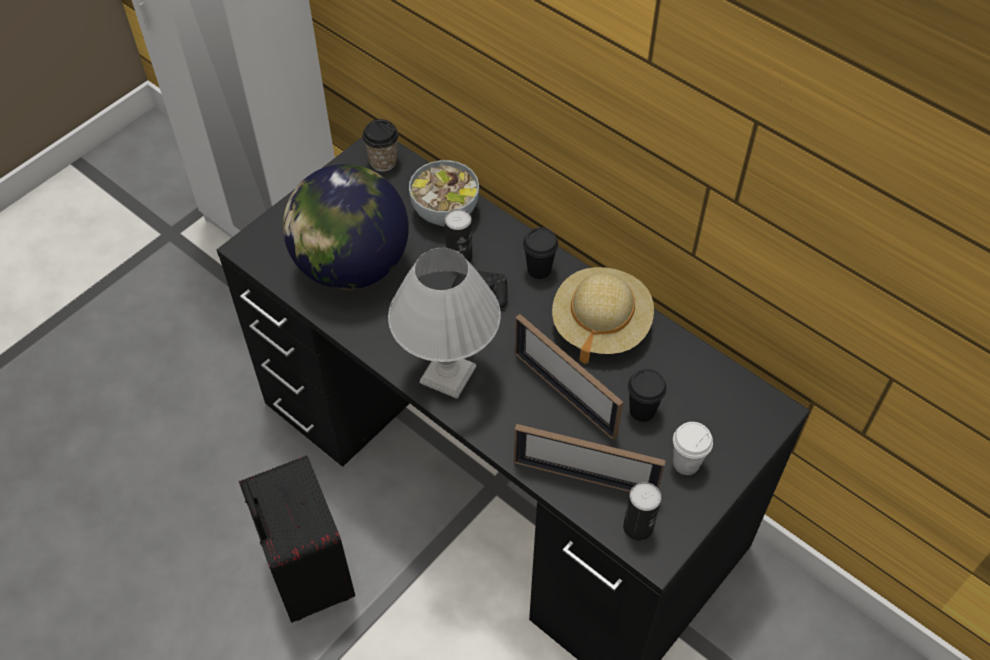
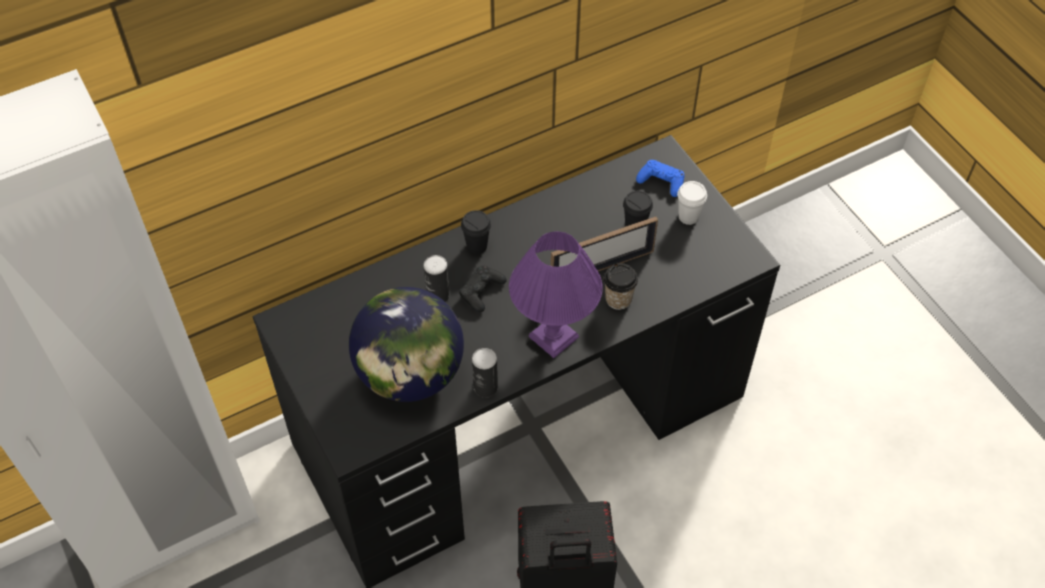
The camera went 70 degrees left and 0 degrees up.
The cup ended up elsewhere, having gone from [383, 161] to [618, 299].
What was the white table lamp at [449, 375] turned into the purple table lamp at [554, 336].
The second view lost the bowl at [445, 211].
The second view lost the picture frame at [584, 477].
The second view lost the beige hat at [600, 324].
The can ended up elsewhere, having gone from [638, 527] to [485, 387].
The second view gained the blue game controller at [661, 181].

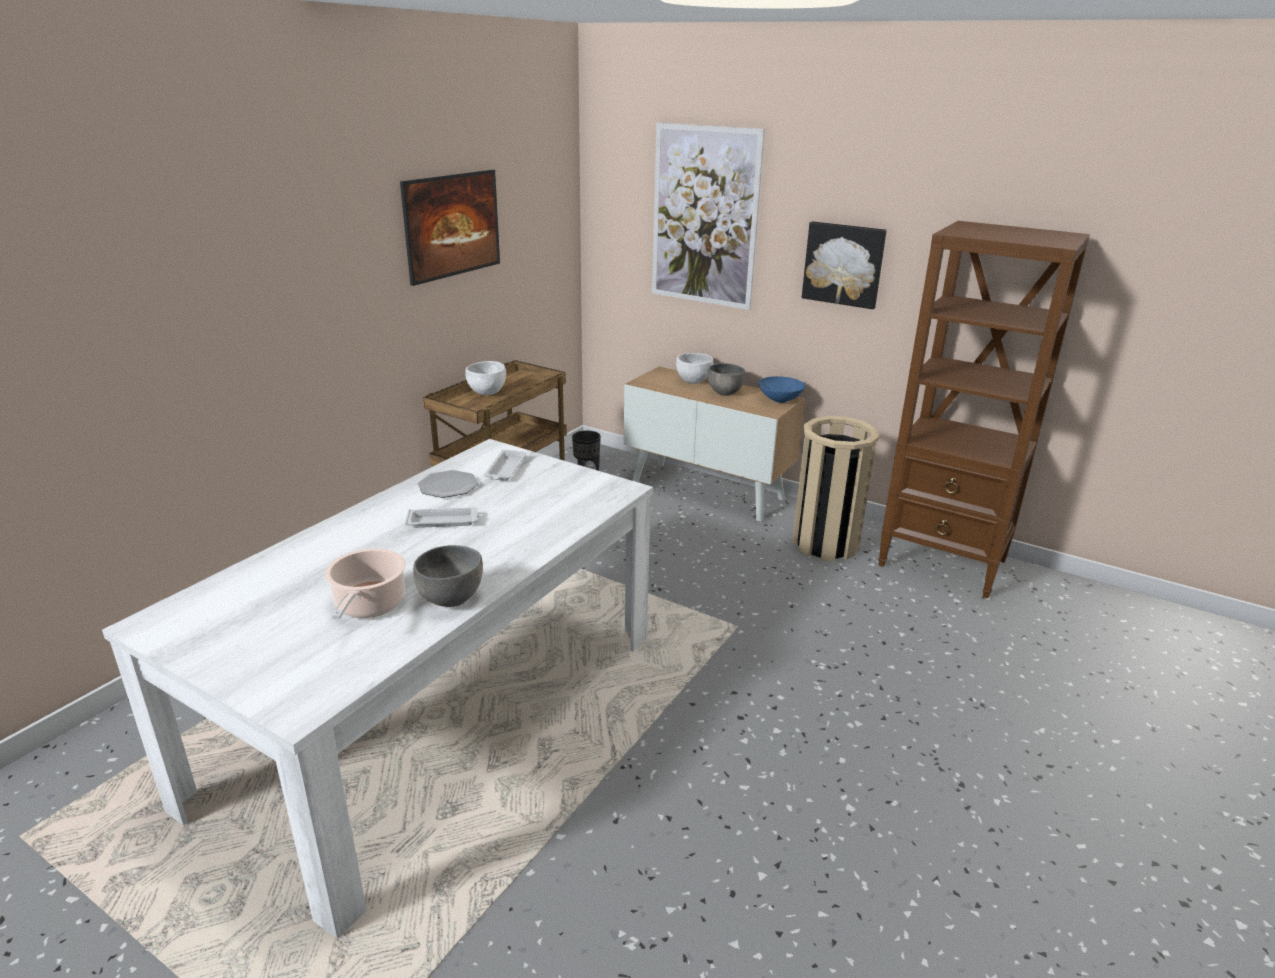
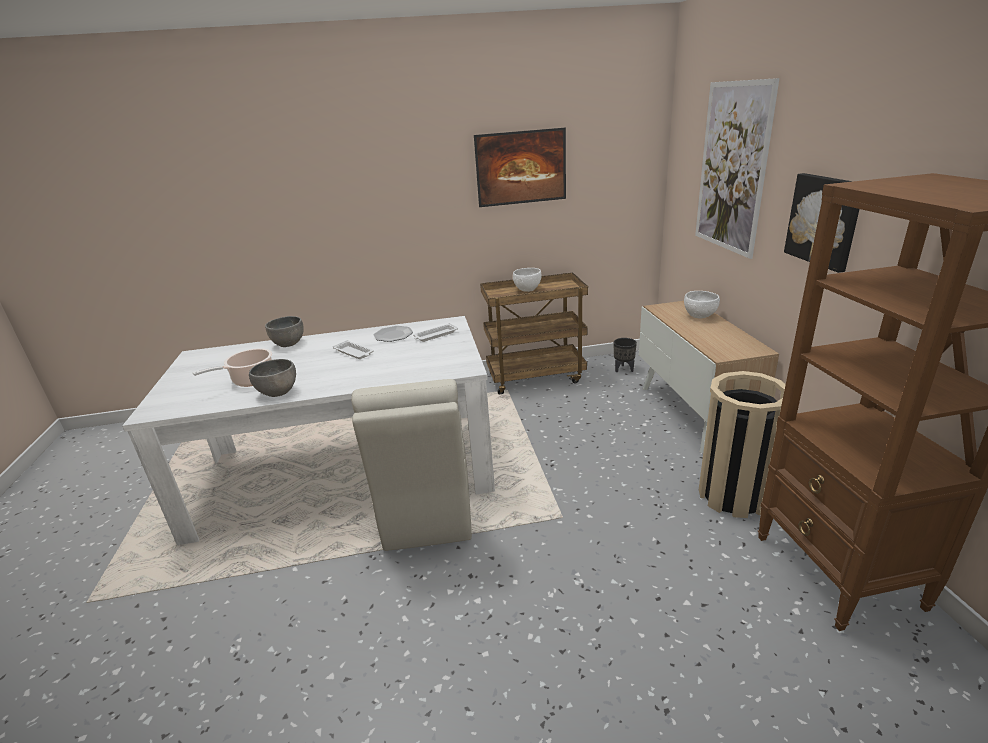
The camera went 50 degrees right and 0 degrees up.
The grey bowl ended up elsewhere, having gone from [725, 392] to [288, 344].
The second view lost the blue bowl at [780, 400].
The second view gained the beige chair at [426, 511].

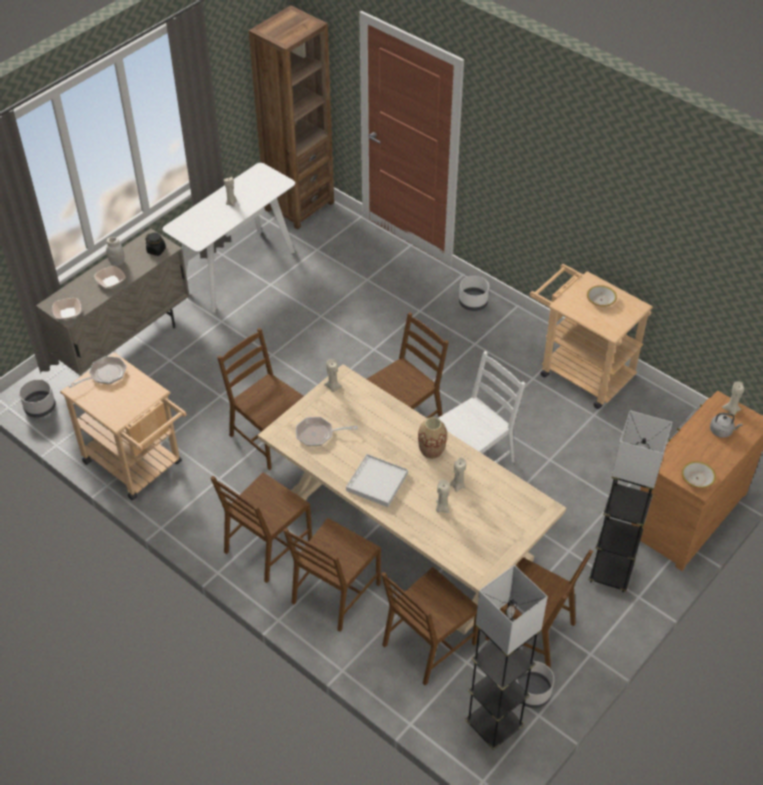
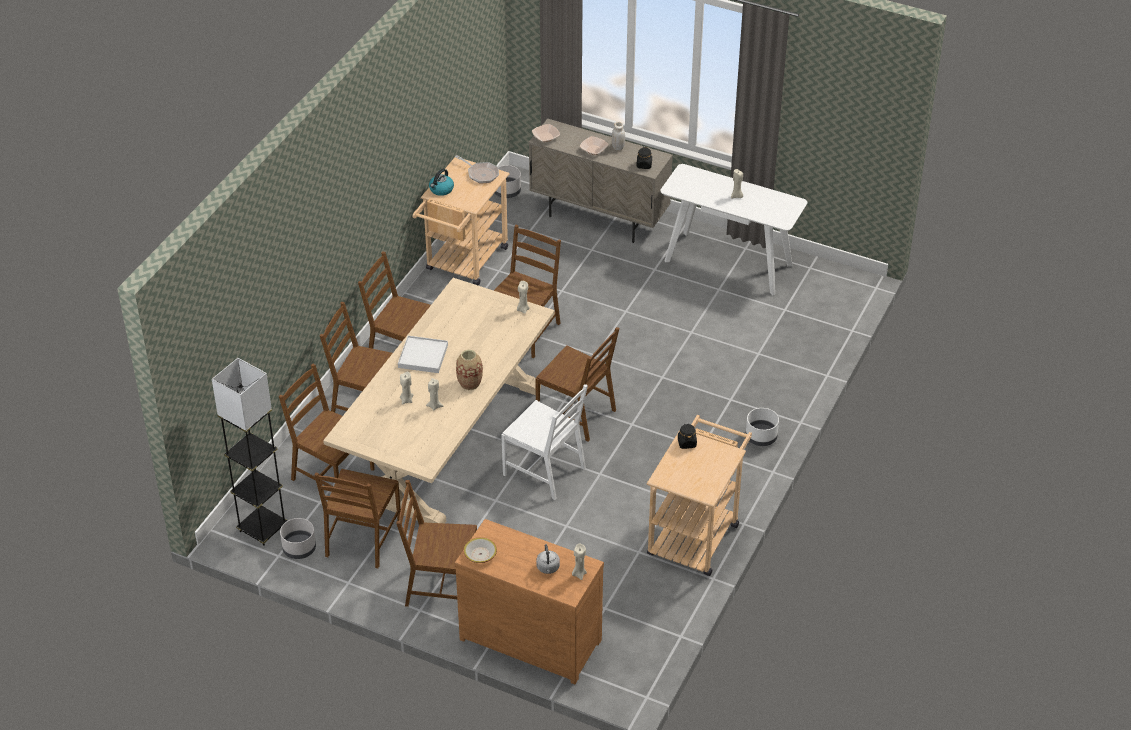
The camera went 75 degrees right and 5 degrees down.
The second view lost the brown bookcase at [299, 206].
The second view lost the frying pan at [318, 434].
The second view lost the bowl at [601, 300].
Where the grey floor lamp stood at [610, 573], the brown chair came to stand at [441, 587].
The second view gained the kettle at [441, 190].
The second view gained the black jar at [686, 443].

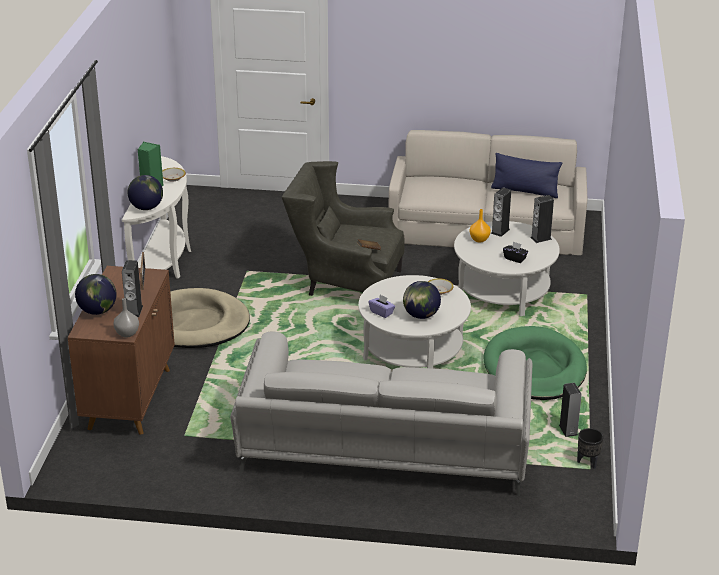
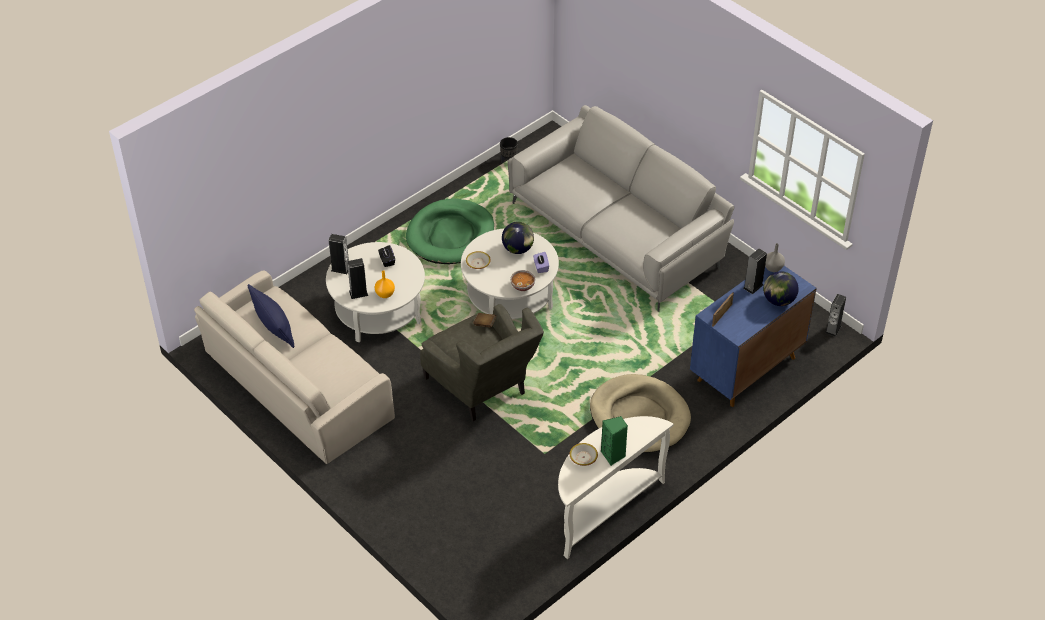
The camera went 140 degrees left and 15 degrees up.
What was the brown cabinet at [130, 398] turned into the blue cabinet at [746, 369].
The second view lost the globe at [146, 207].
The speaker ended up elsewhere, having gone from [568, 431] to [833, 329].
The second view gained the bowl at [522, 286].

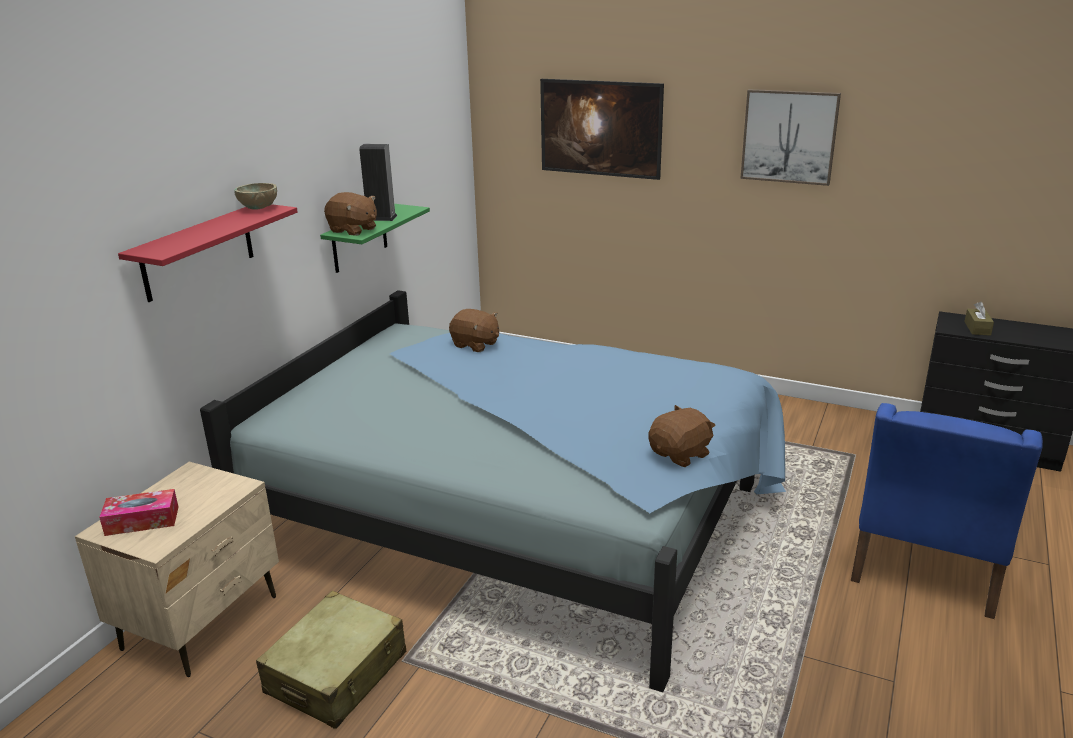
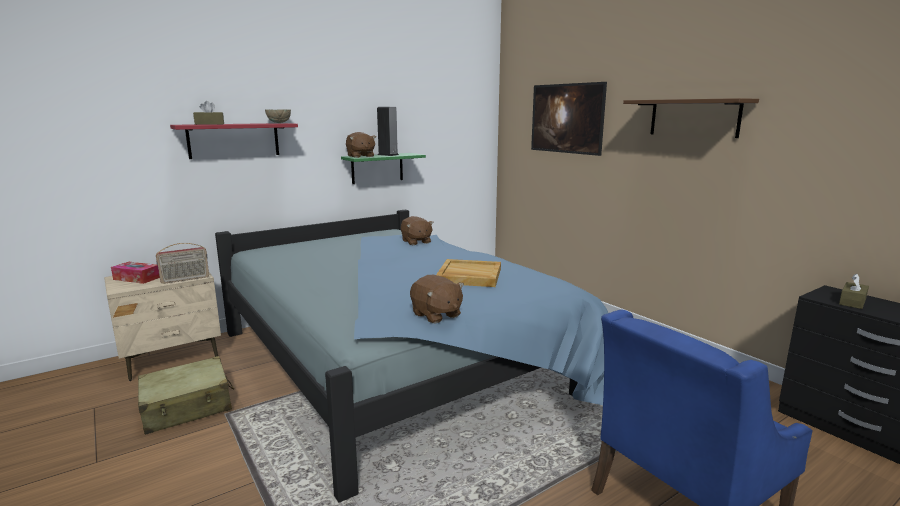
The camera went 30 degrees right and 10 degrees down.
The brown plush toy at [681, 454] ended up facing another way, 60 degrees clockwise from before.
Where the picture hung at [789, 136], the brown shelf came to hang at [694, 118].
The second view gained the radio at [185, 279].
The second view gained the brown tissue box at [209, 124].
The second view gained the beige tray at [468, 276].

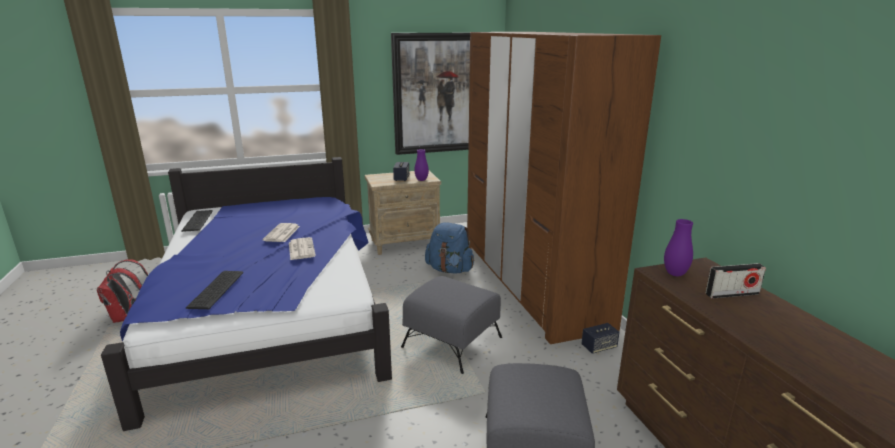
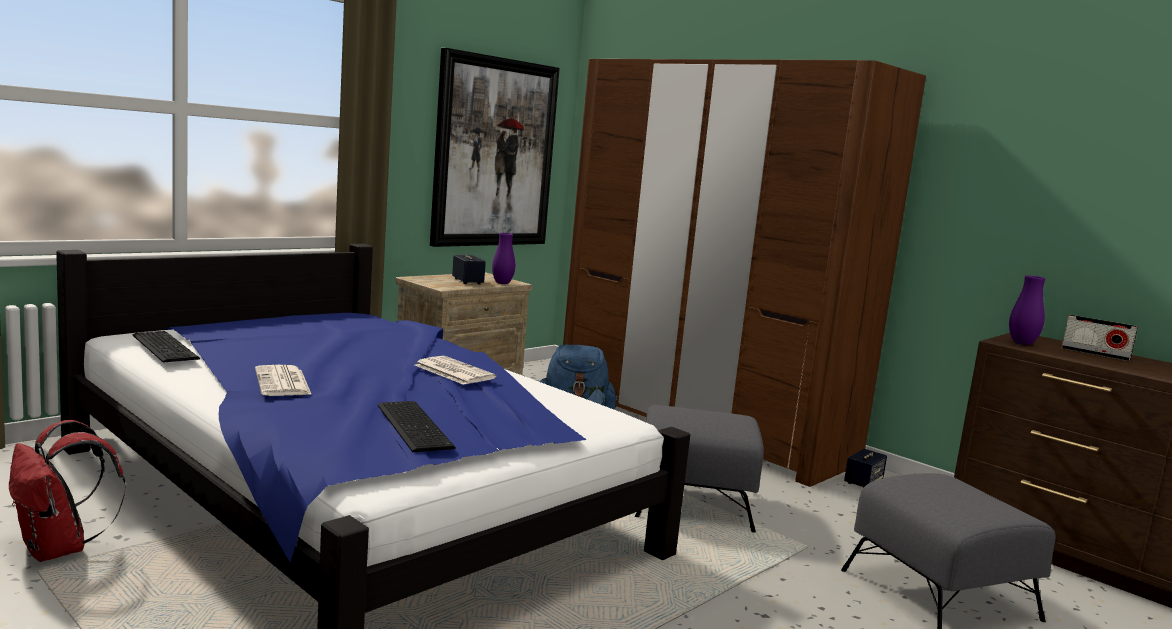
The camera went 30 degrees left and 10 degrees down.
The newspaper ended up elsewhere, having gone from [282, 233] to [283, 383].
The radio at [732, 294] ended up facing another way, 75 degrees clockwise from before.

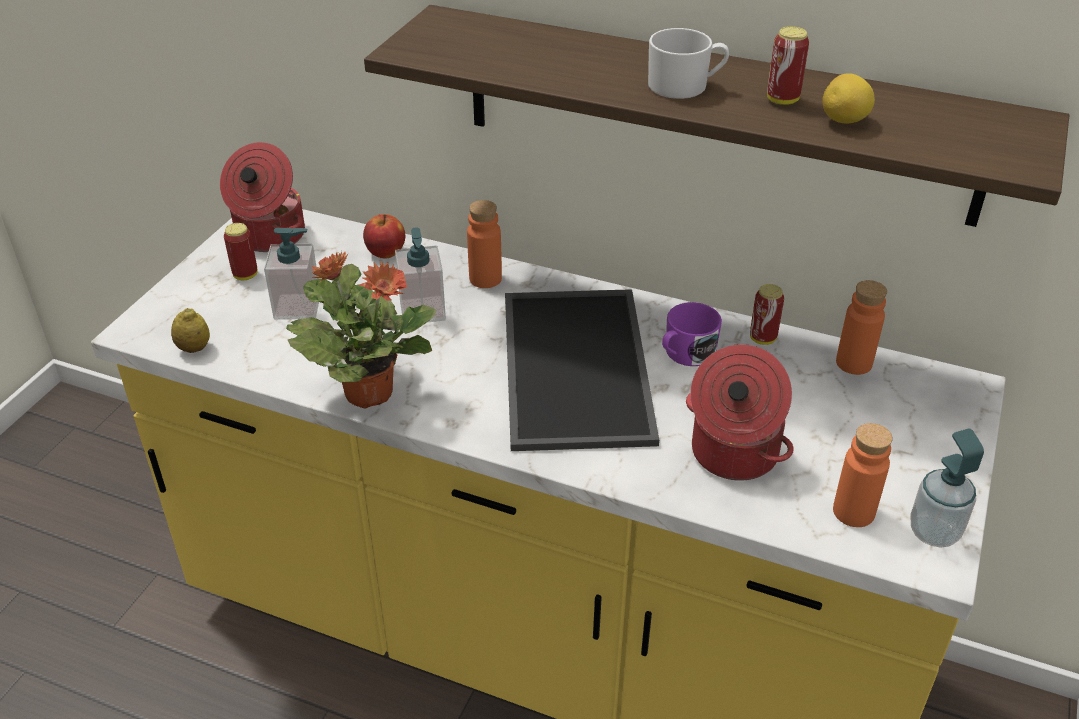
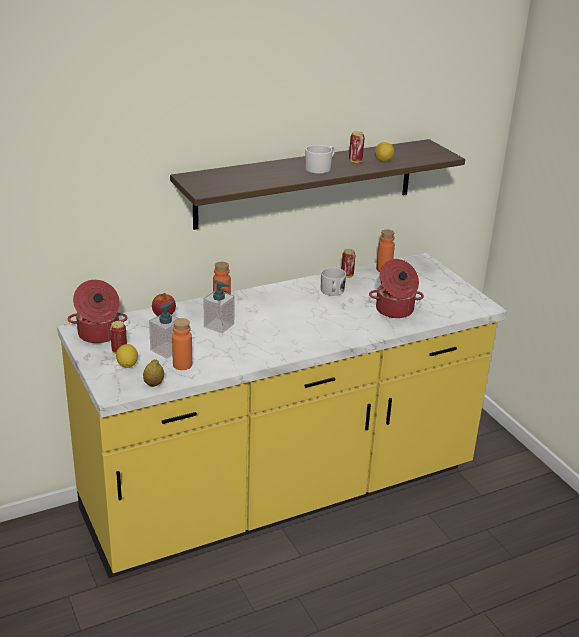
The camera went 50 degrees left and 10 degrees down.
The second view lost the potted plant at [367, 392].
The second view lost the tray at [571, 365].
What was the purple mug at [685, 353] turned into the white mug at [332, 292].
The orange bottle ended up elsewhere, having gone from [853, 512] to [182, 365].
The second view lost the soap dispenser at [934, 532].
The second view gained the lemon at [127, 365].

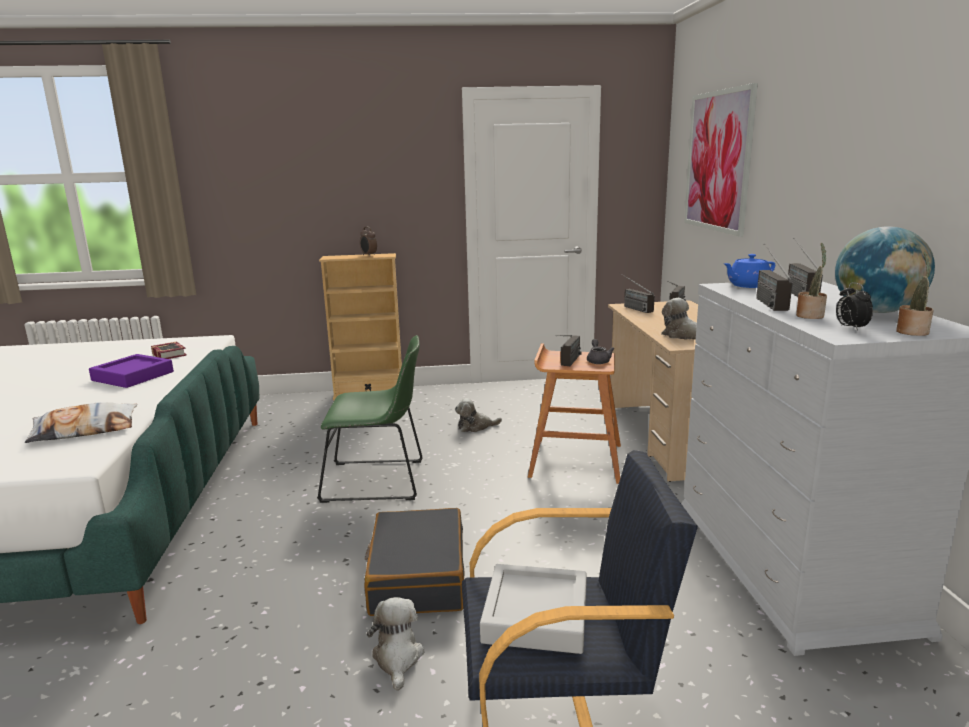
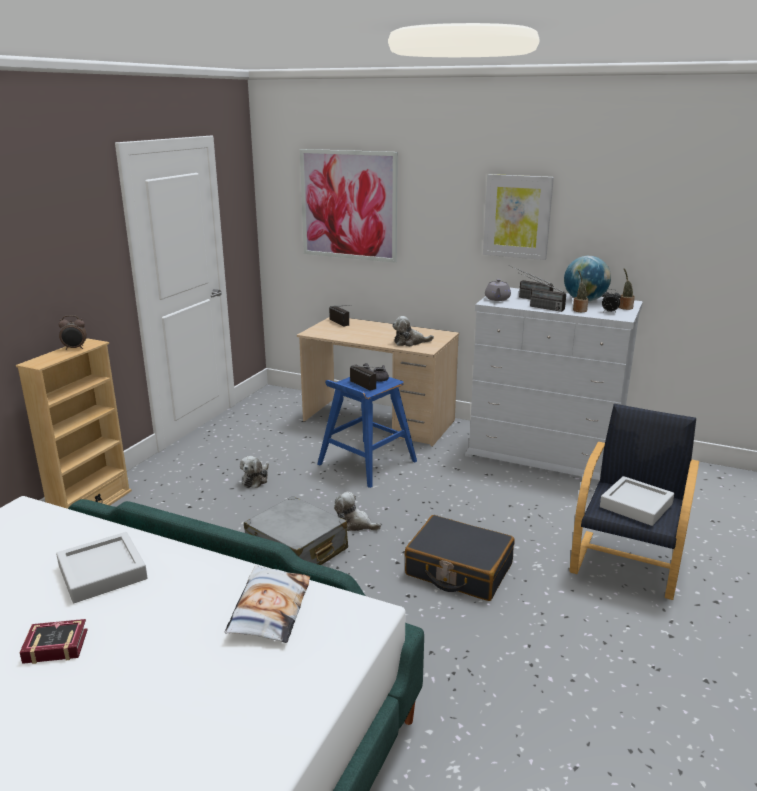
The camera went 60 degrees left and 5 degrees up.
What was the purple tray at [133, 376] turned into the grey tray at [102, 572].
The book ended up elsewhere, having gone from [169, 354] to [53, 645].
Where the green chair stood at [379, 481], the grey suitcase came to stand at [297, 550].
The plush toy ended up elsewhere, having gone from [397, 658] to [354, 524].
What was the brown stool at [574, 460] turned into the blue stool at [366, 463].
The second view lost the radio at [631, 307].
What was the blue teapot at [747, 286] turned into the grey teapot at [497, 299].
The second view gained the picture at [517, 216].

